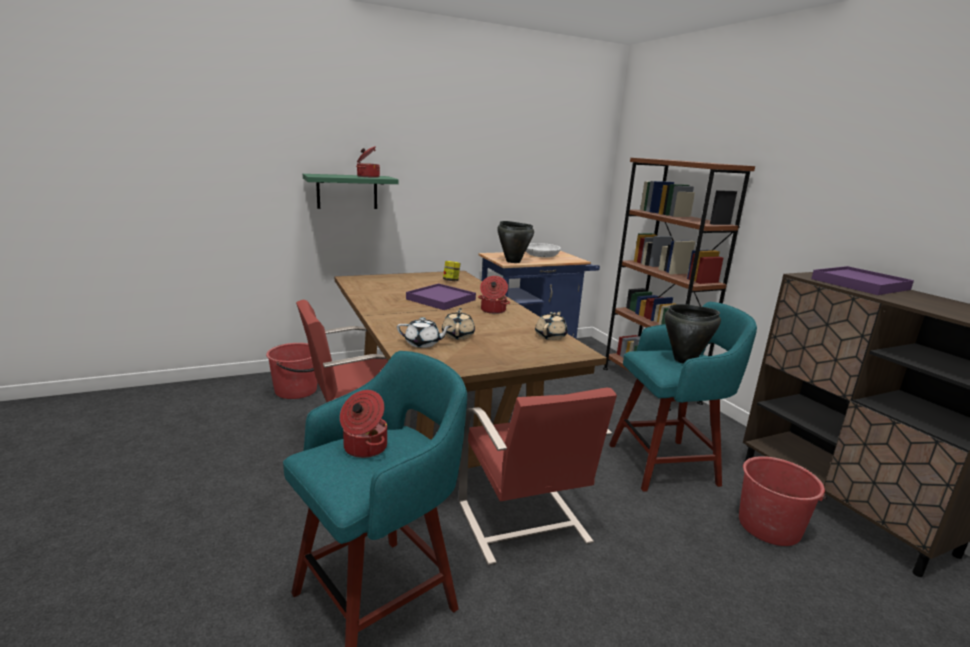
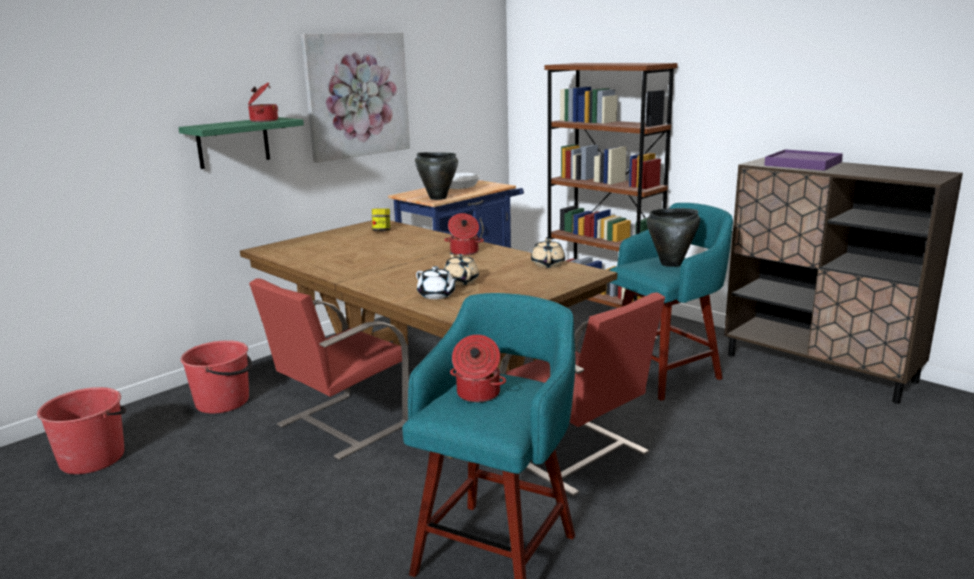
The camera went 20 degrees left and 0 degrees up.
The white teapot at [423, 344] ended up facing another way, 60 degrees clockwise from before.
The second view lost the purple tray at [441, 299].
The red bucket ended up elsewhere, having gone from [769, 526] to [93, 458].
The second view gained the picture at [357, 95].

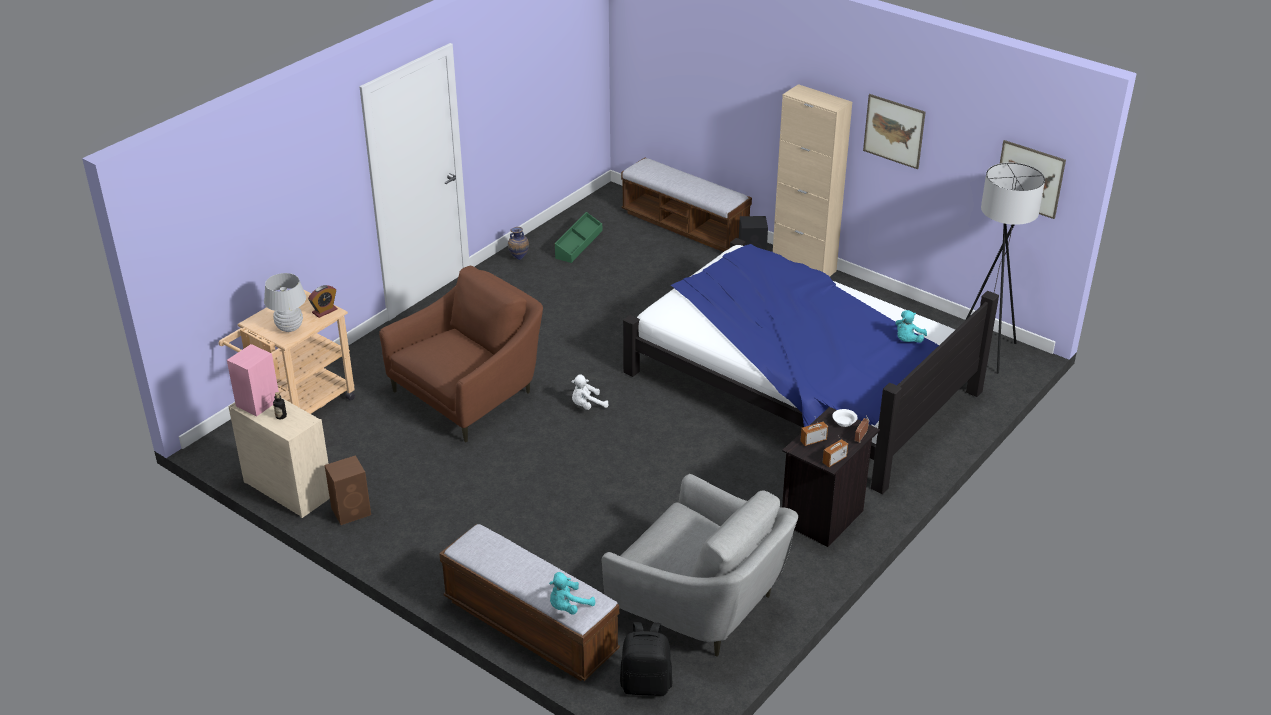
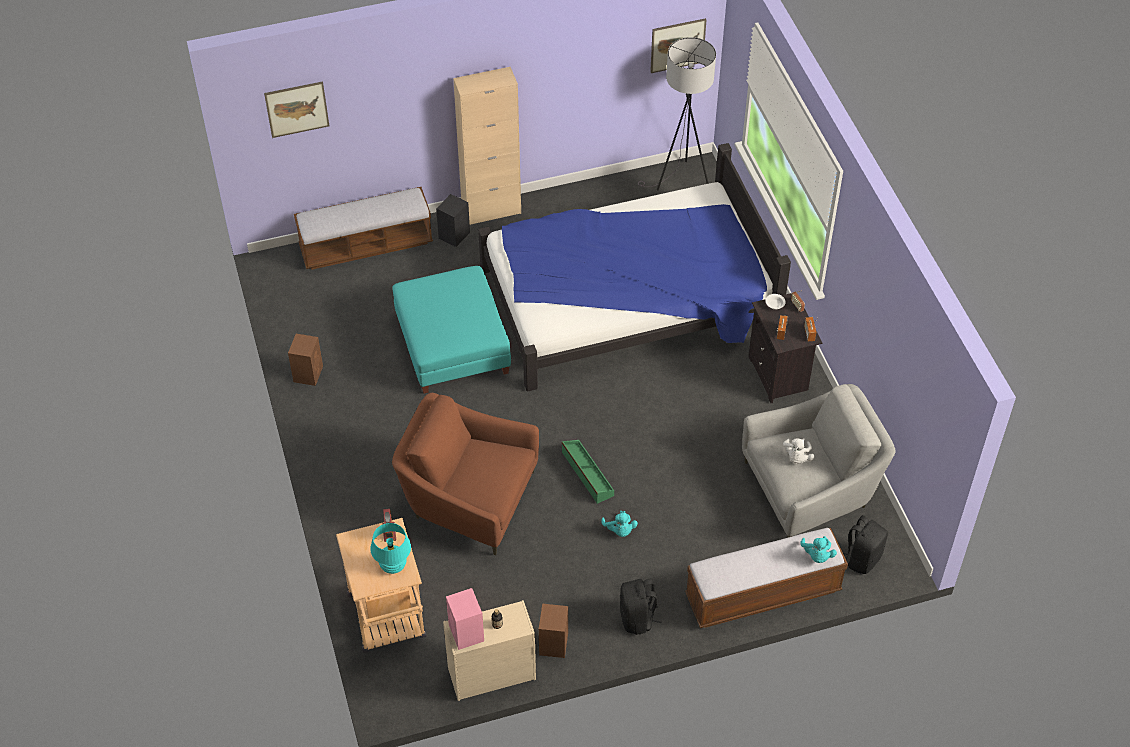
The camera went 55 degrees left and 15 degrees up.
What was the white table lamp at [289, 327] turned into the turquoise table lamp at [393, 566].
The brown armchair at [470, 393] ended up facing another way, 60 degrees counterclockwise from before.
Where the vase stood at [519, 258], the brown speaker came to stand at [308, 373].
The green storage box ended up elsewhere, having gone from [578, 244] to [586, 474].
The white plush toy ended up elsewhere, having gone from [587, 405] to [797, 457].
The picture ended up elsewhere, having gone from [894, 131] to [297, 109].
The turquoise plush toy ended up elsewhere, having gone from [908, 341] to [619, 530].
The second view gained the turquoise ottoman at [453, 345].
The second view gained the black backpack at [637, 618].

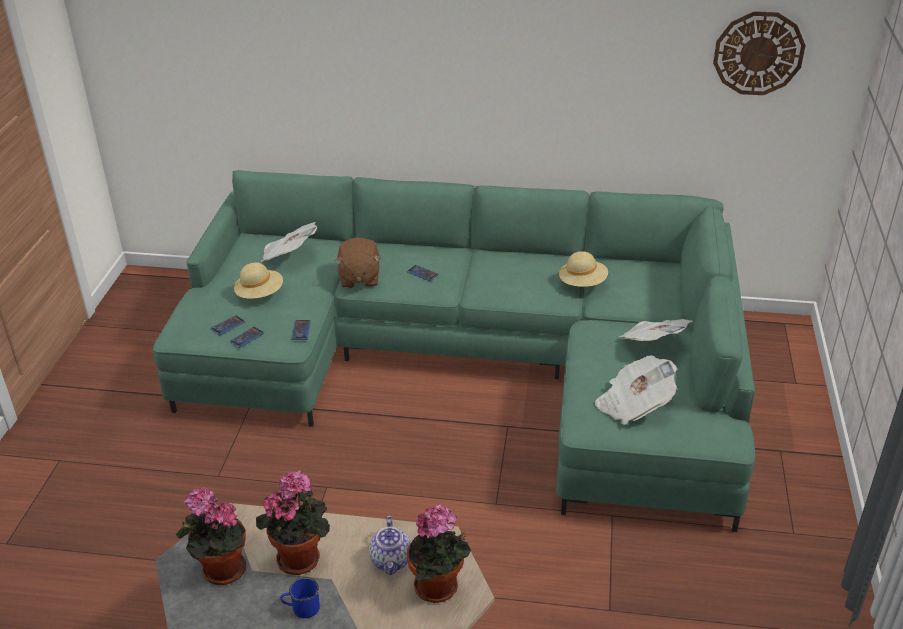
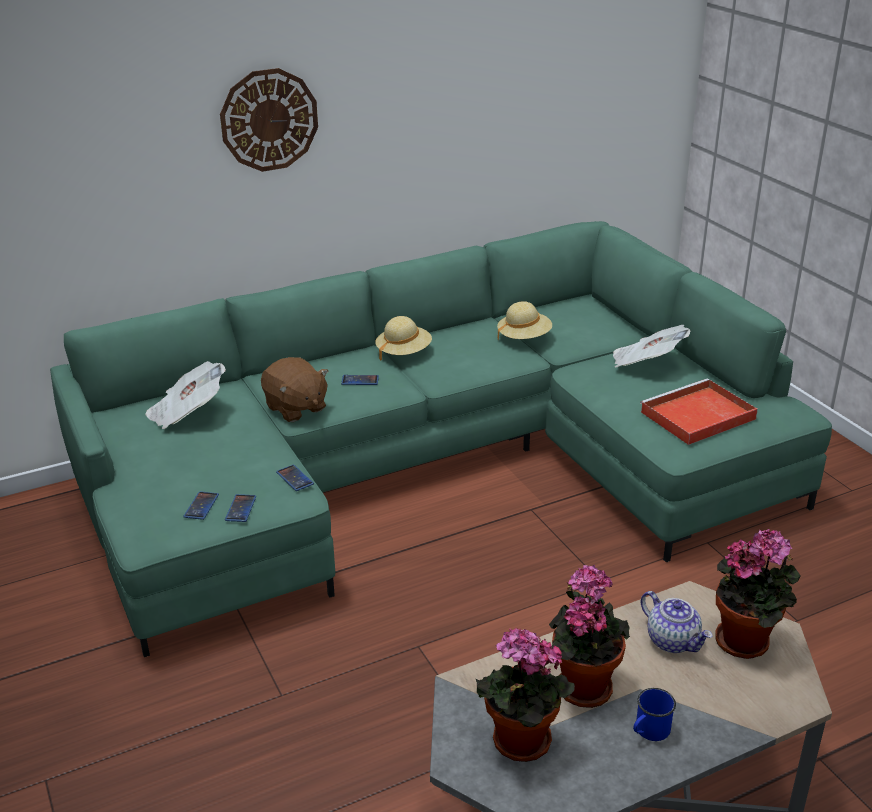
The camera went 35 degrees left and 5 degrees down.
The beige hat ended up elsewhere, having gone from [260, 294] to [403, 352].
Where the newspaper stood at [633, 405], the red tray came to stand at [696, 416].
The wall clock ended up elsewhere, having gone from [758, 53] to [269, 120].

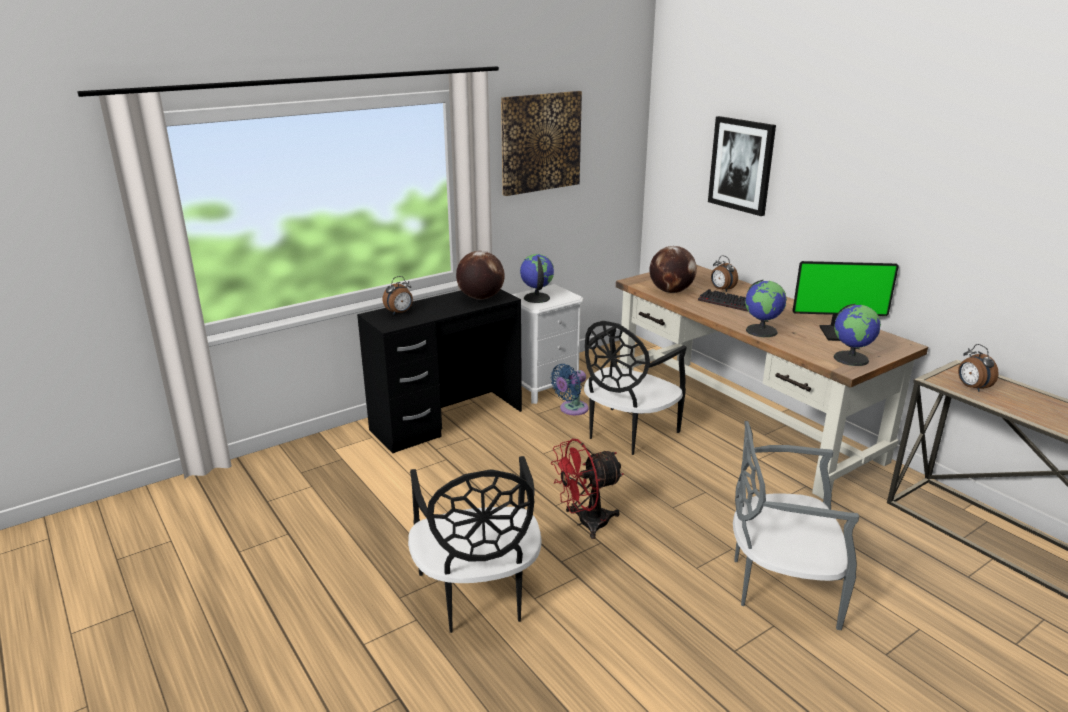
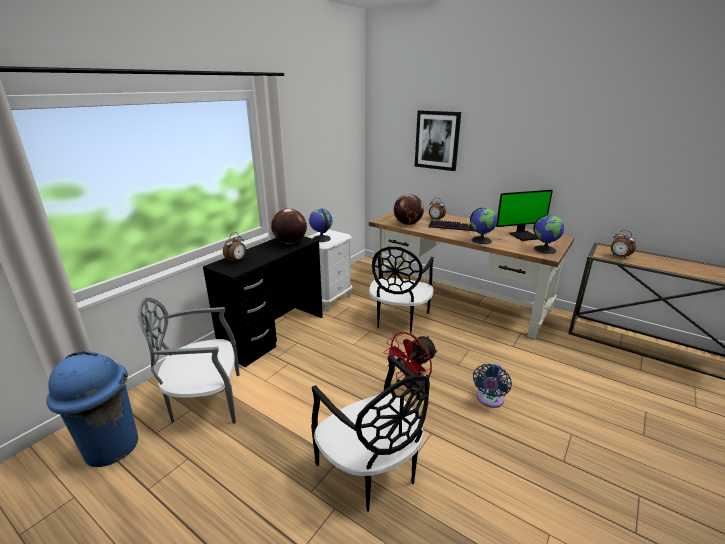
The camera went 20 degrees left and 0 degrees up.
The second view lost the picture at [540, 142].
The blue fan ended up elsewhere, having gone from [571, 409] to [489, 400].
The grey chair ended up elsewhere, having gone from [780, 585] to [205, 401].
The second view gained the blue trash can at [110, 447].

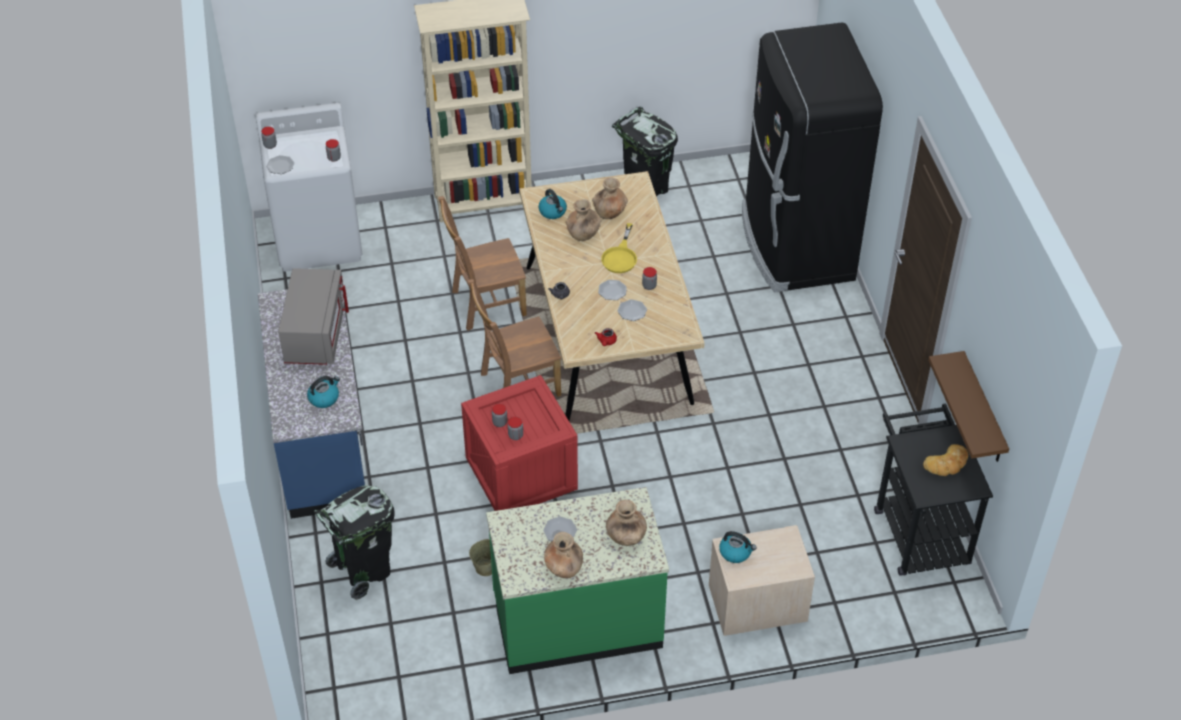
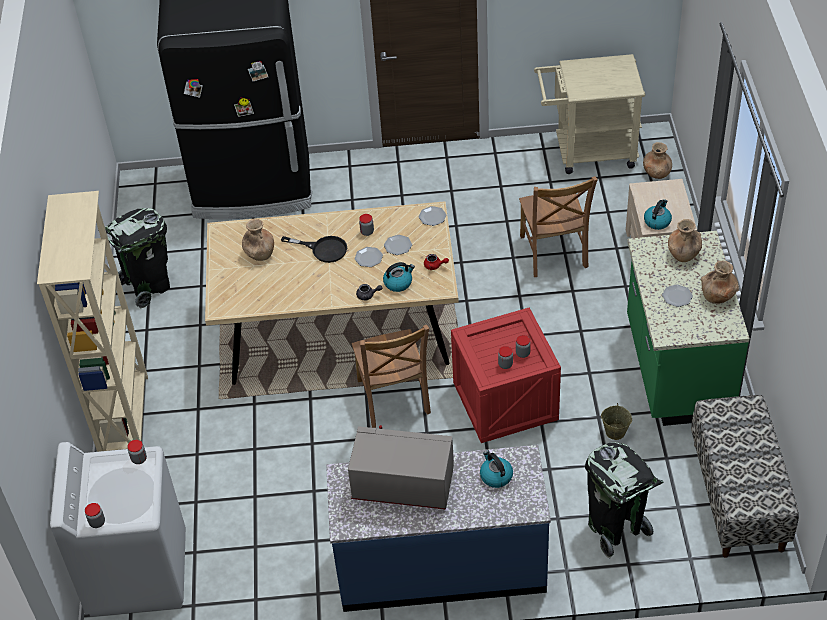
The camera went 80 degrees left and 0 degrees up.
The plate ended up elsewhere, having gone from [280, 165] to [432, 217].
The brown chair ended up elsewhere, having gone from [485, 304] to [553, 254].
The kettle ended up elsewhere, having gone from [553, 212] to [398, 283].
The brown vase ended up elsewhere, having gone from [583, 234] to [657, 173].
What was the yellow frying pan at [620, 256] turned into the black frying pan at [323, 249].
What was the black cart at [918, 529] turned into the beige cart at [587, 152].
The second view lost the bread at [947, 463].
The second view lost the brown shelf at [983, 410].
The second view gained the bench at [738, 496].

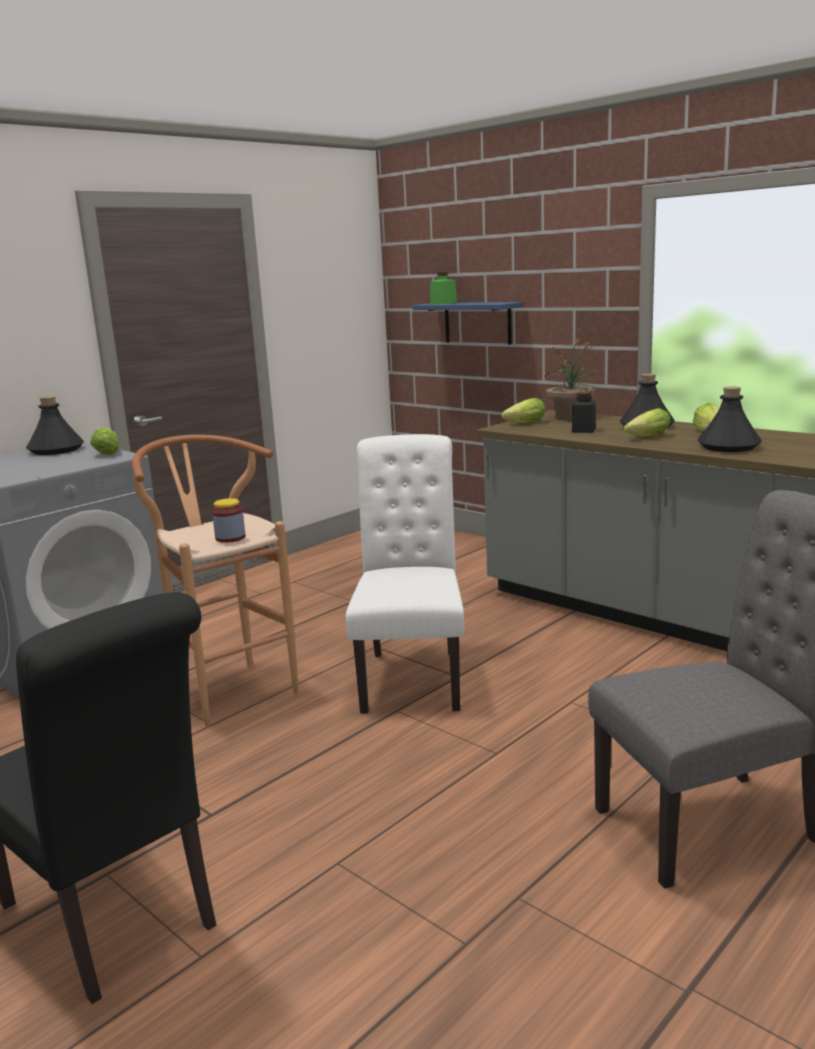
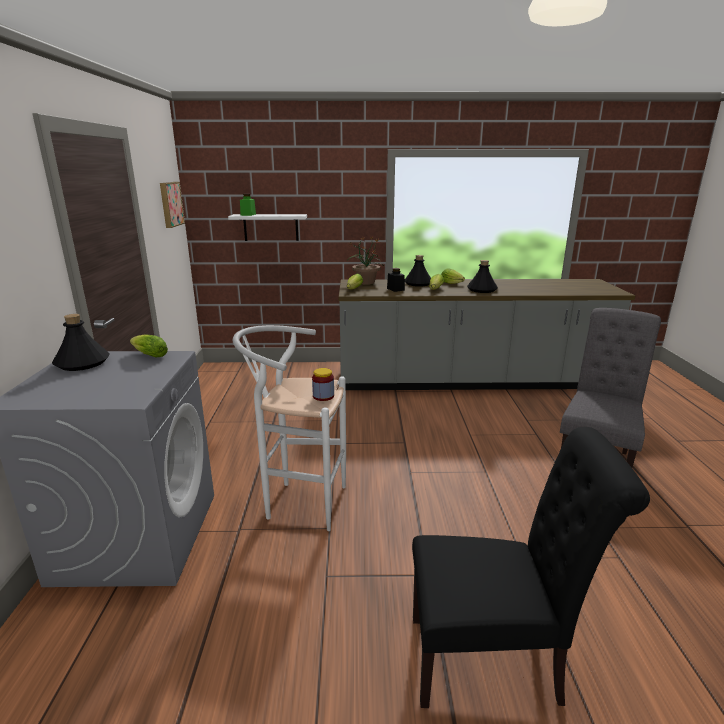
The camera went 45 degrees left and 5 degrees up.
What was the brown stool at [229, 689] turned into the white stool at [298, 503].
The second view lost the white chair at [413, 676].
What was the blue shelf at [477, 323] turned into the white shelf at [271, 227].
The second view gained the picture at [170, 204].

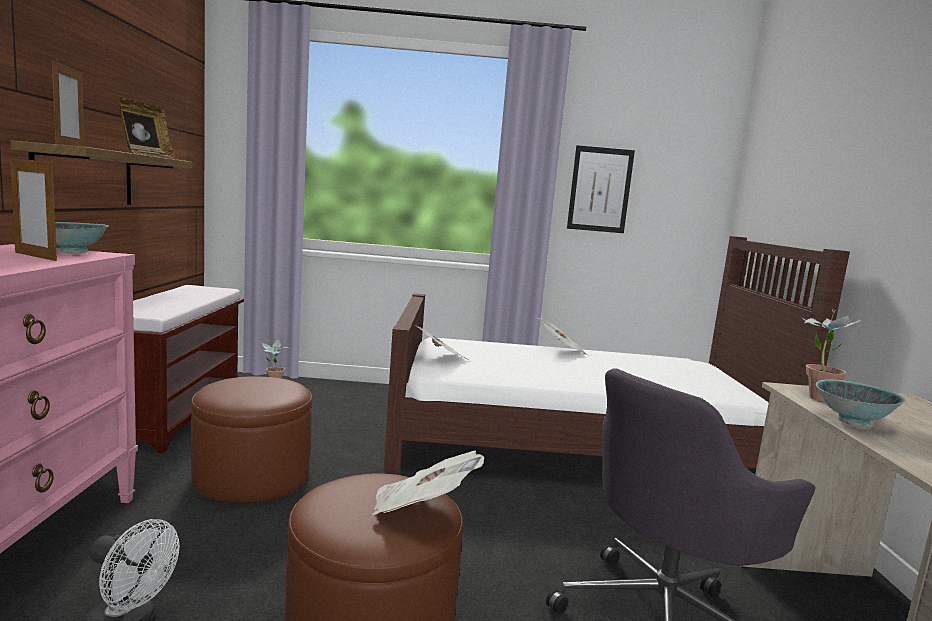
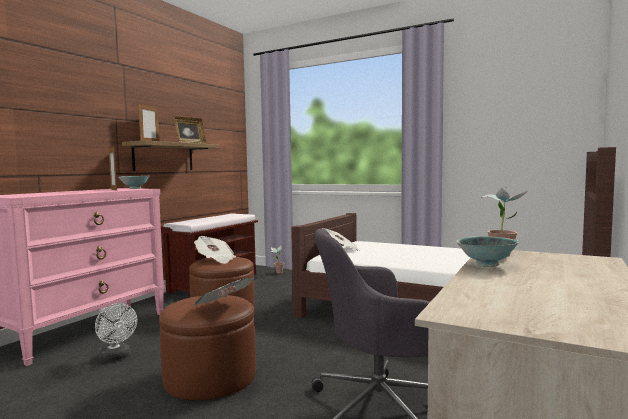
The camera went 30 degrees right and 5 degrees down.
The newspaper ended up elsewhere, having gone from [561, 350] to [215, 260].
The second view lost the picture at [600, 189].

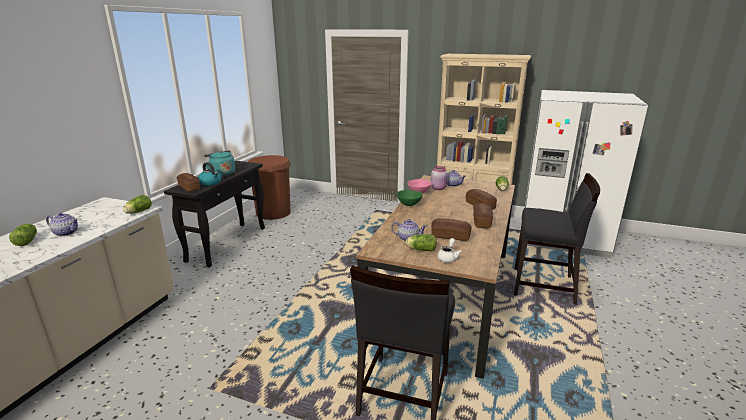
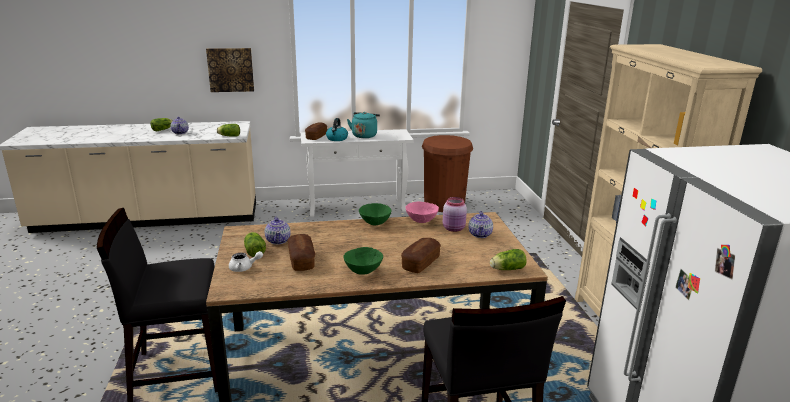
The camera went 60 degrees right and 0 degrees up.
What was the black console table at [227, 243] turned into the white console table at [357, 208].
Where the bread stood at [481, 222], the green bowl came to stand at [363, 272].
The second view gained the picture at [230, 69].

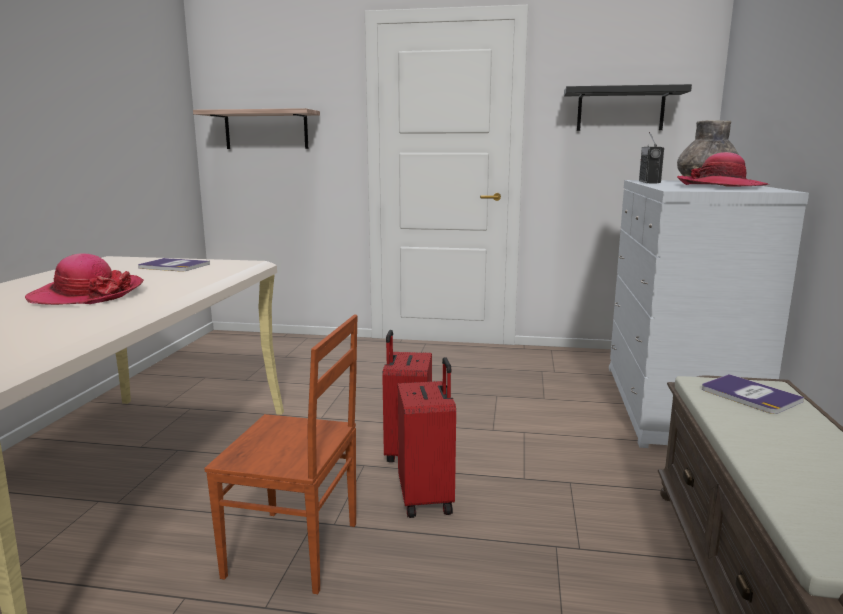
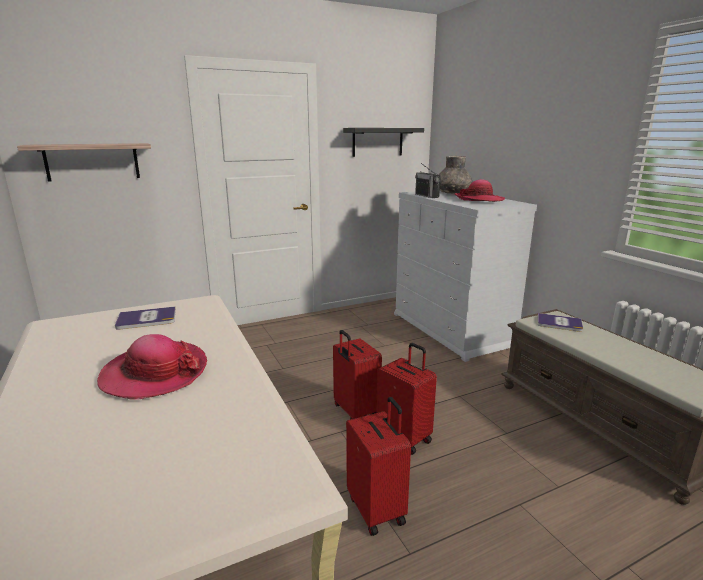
The camera went 35 degrees left and 5 degrees up.
Where the brown chair stood at [294, 551], the red suitcase came to stand at [377, 509].

